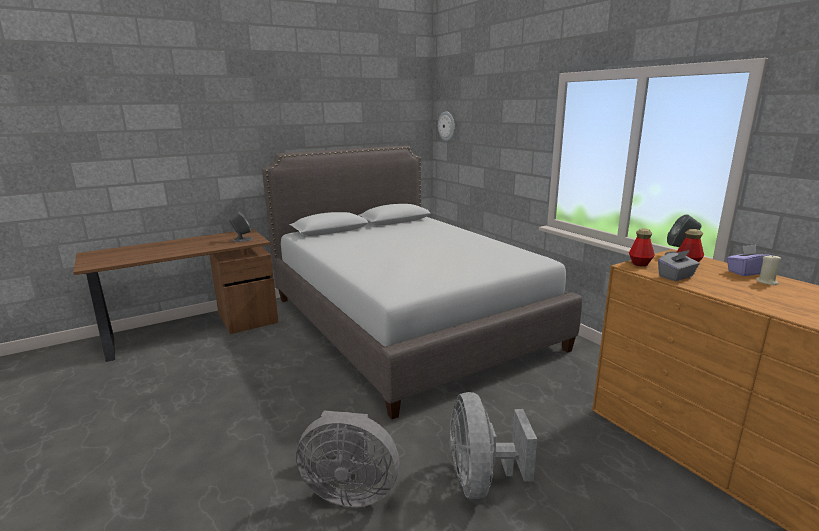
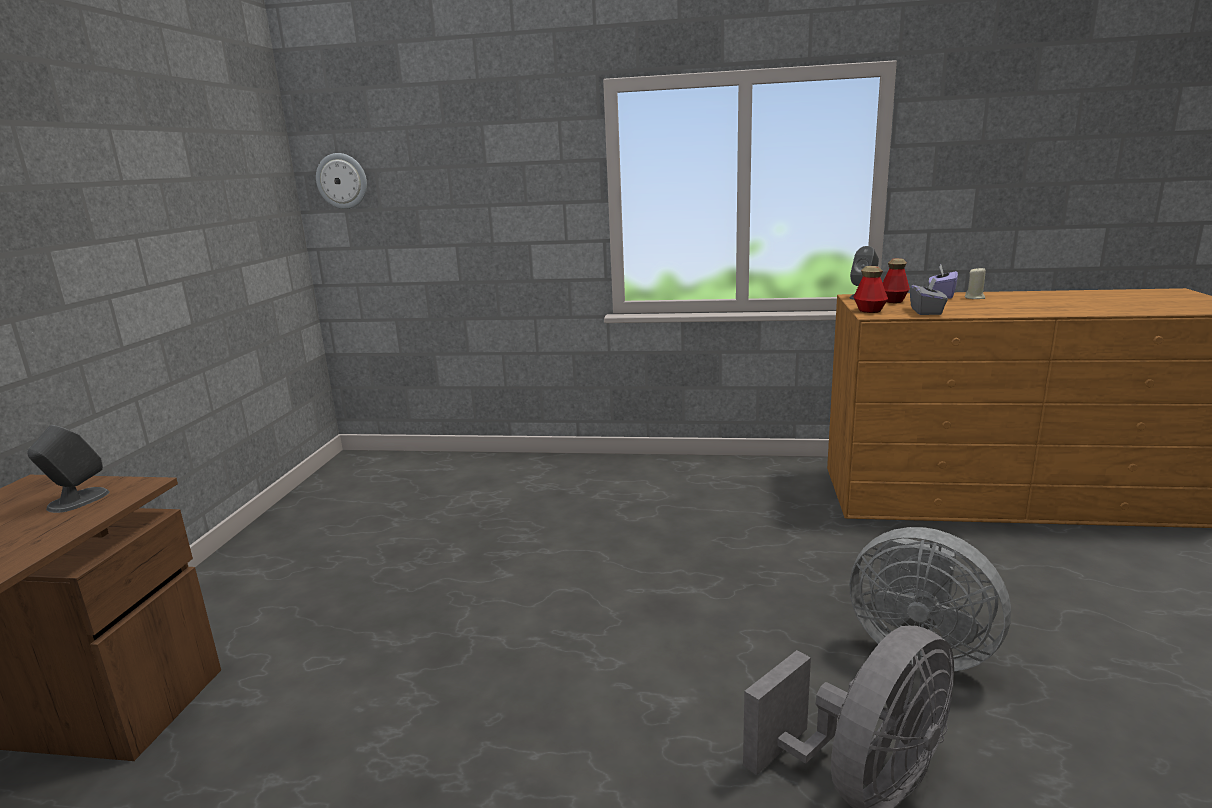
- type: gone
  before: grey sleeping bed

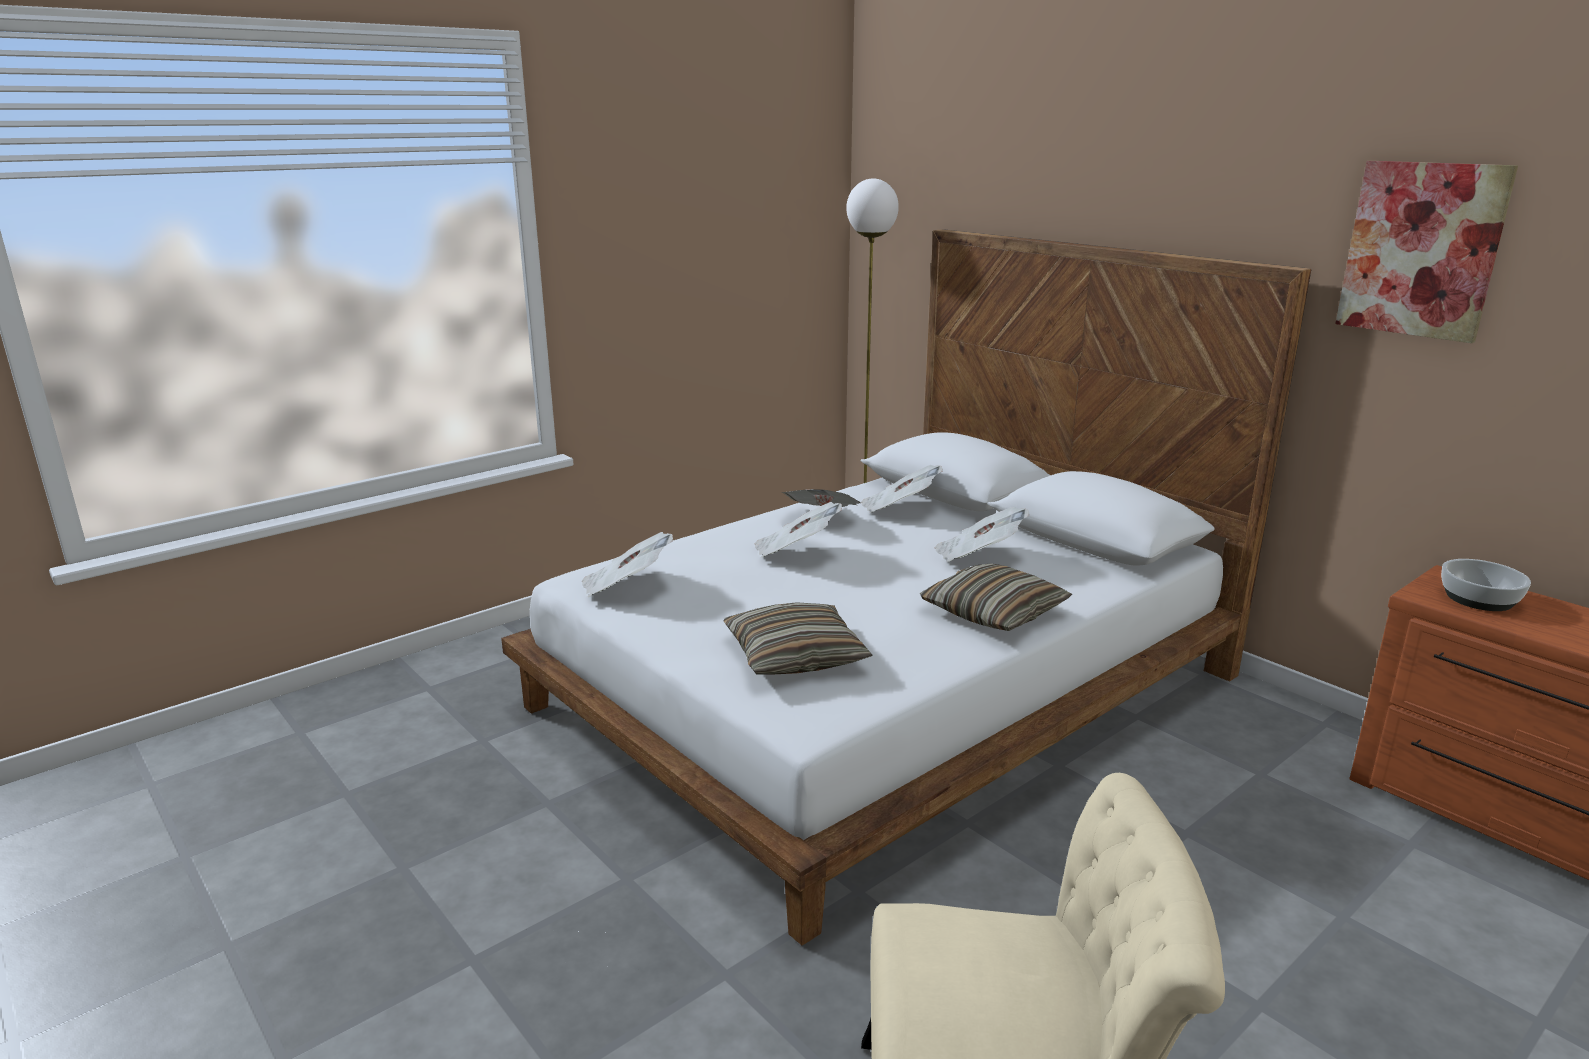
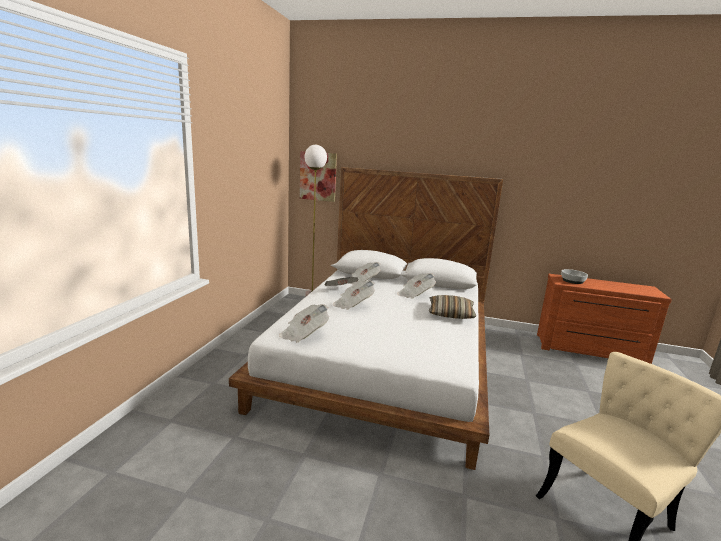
- type: gone
  before: pillow (no. 1 from left)
- type: shifted
  before: wall picture

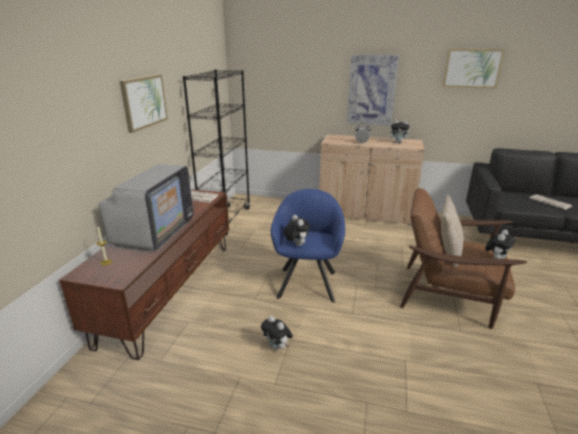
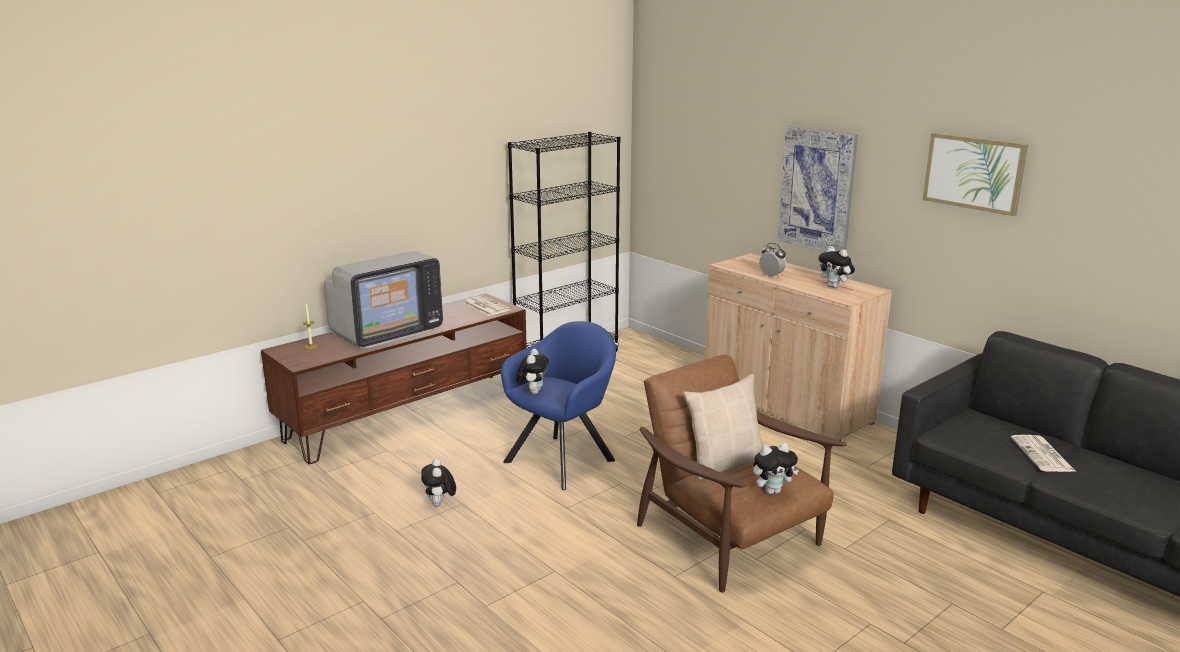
- type: gone
  before: wall picture (no. 1 from left)

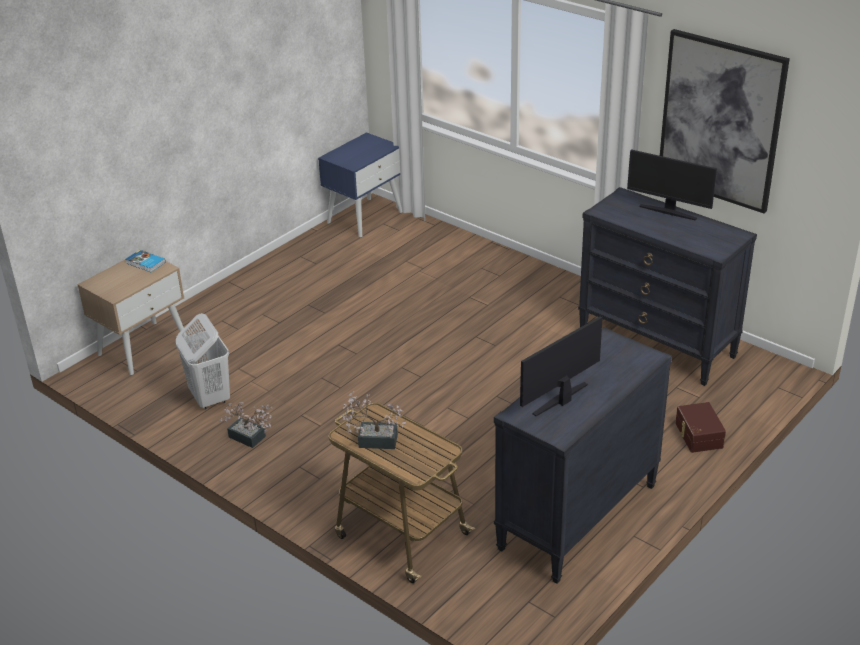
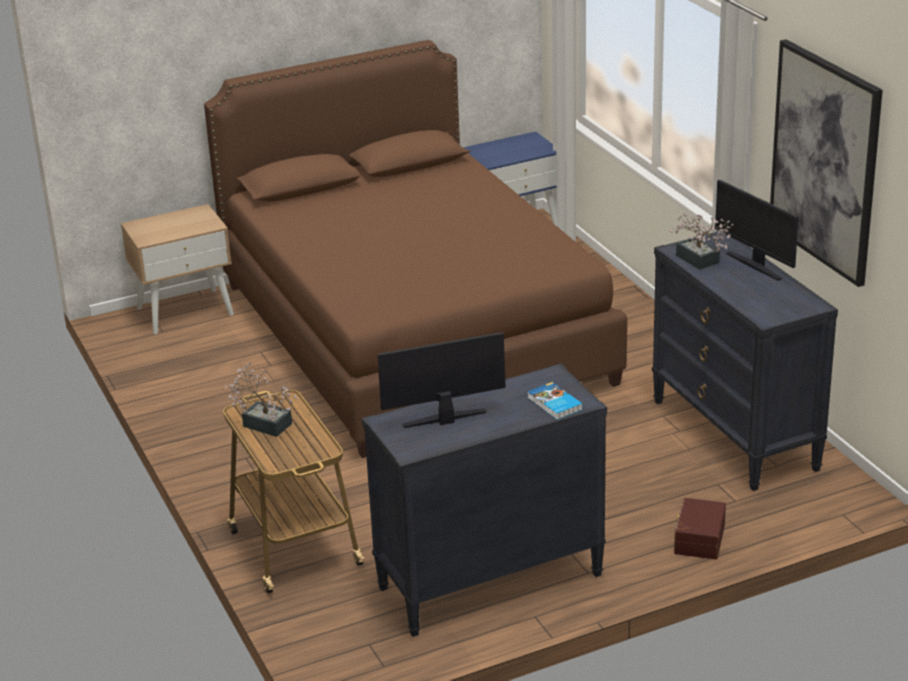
- type: gone
  before: white washing basket
- type: new
  after: brown sleeping bed
- type: shifted
  before: volume
- type: shifted
  before: houseplant (no. 1 from left in the first image)
  after: houseplant (no. 2 from left)

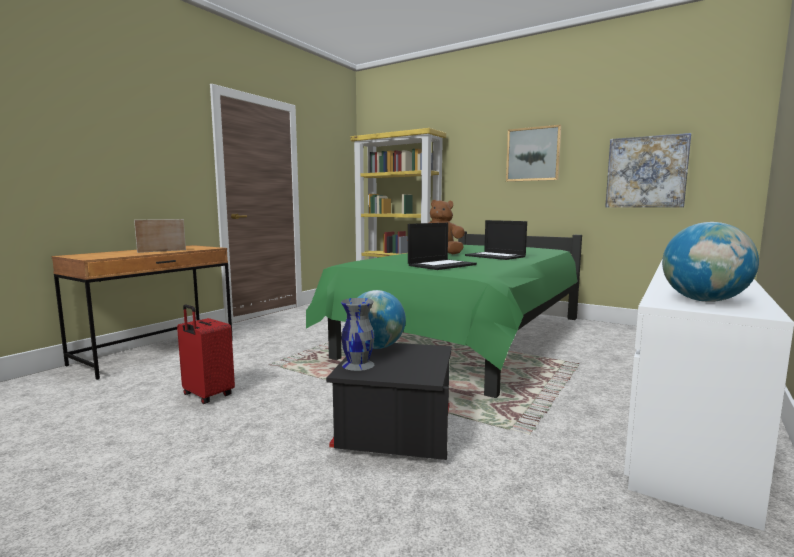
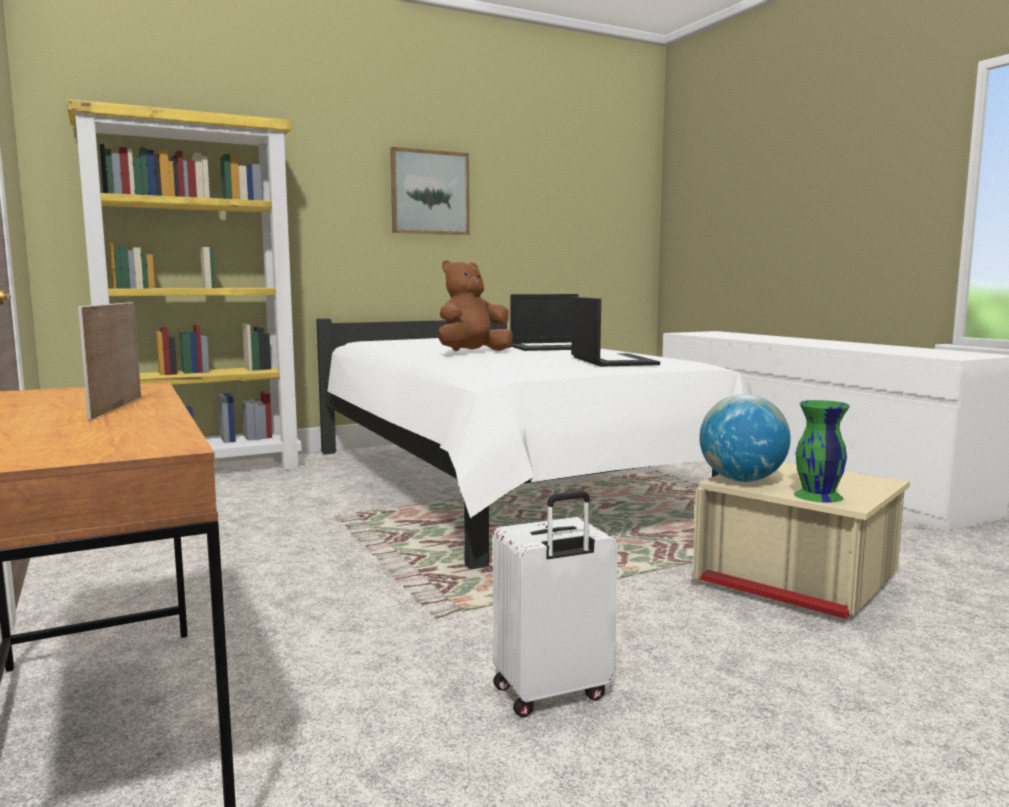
- type: gone
  before: wall picture (no. 2 from left)
- type: gone
  before: globe (no. 2 from left)
- type: repainted
  before: red piece of luggage
  after: white piece of luggage
- type: repainted
  before: green-coloured sleeping bed
  after: white sleeping bed
- type: repainted
  before: blackish storage container
  after: beige storage container
- type: repainted
  before: grey vase
  after: green-coloured vase

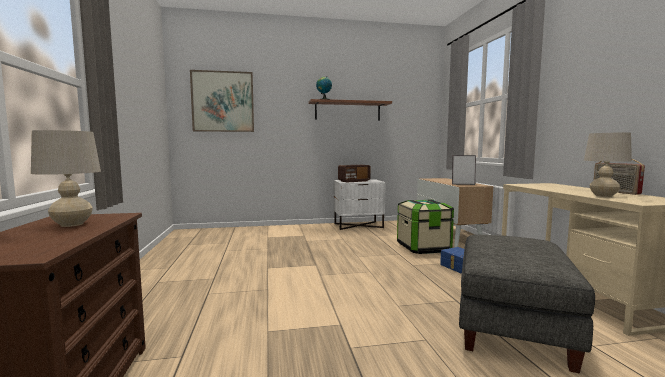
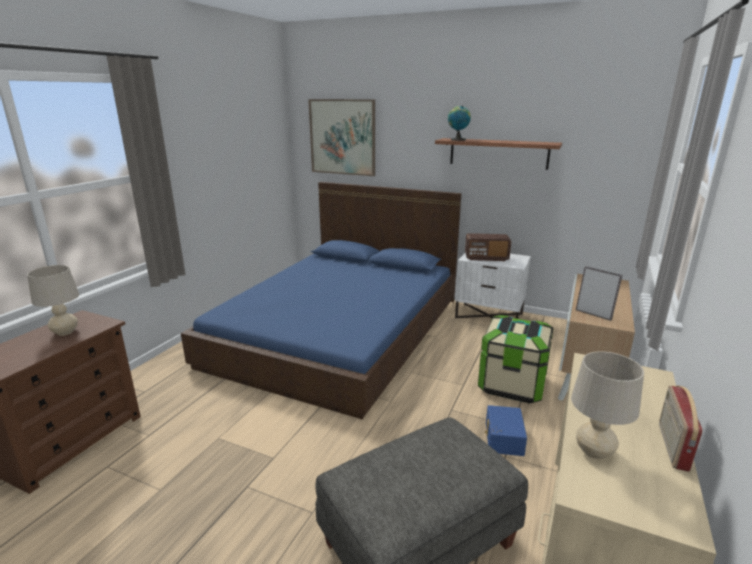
- type: new
  after: blue-coloured sleeping bed

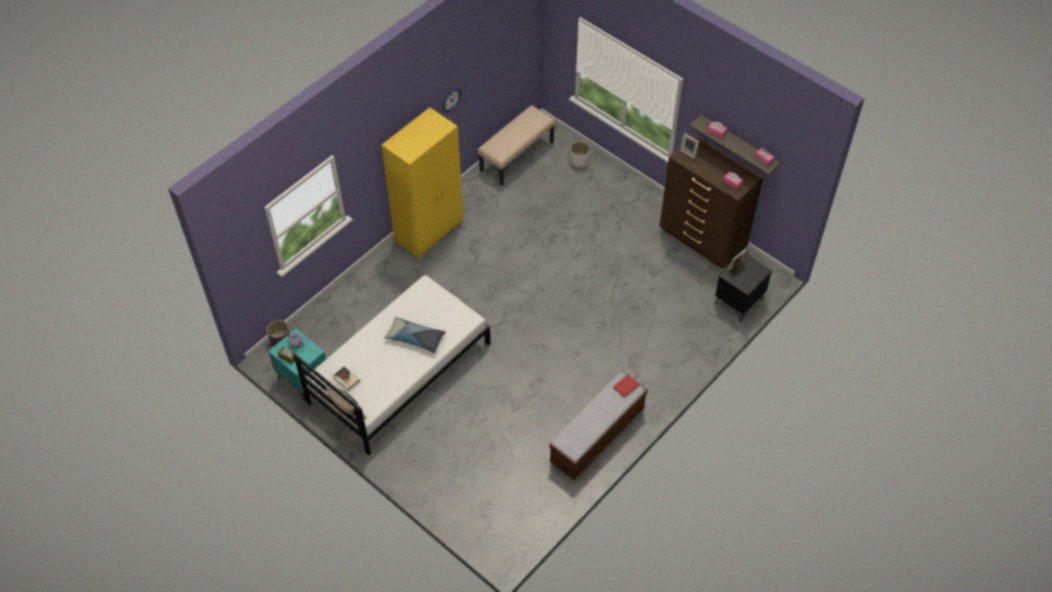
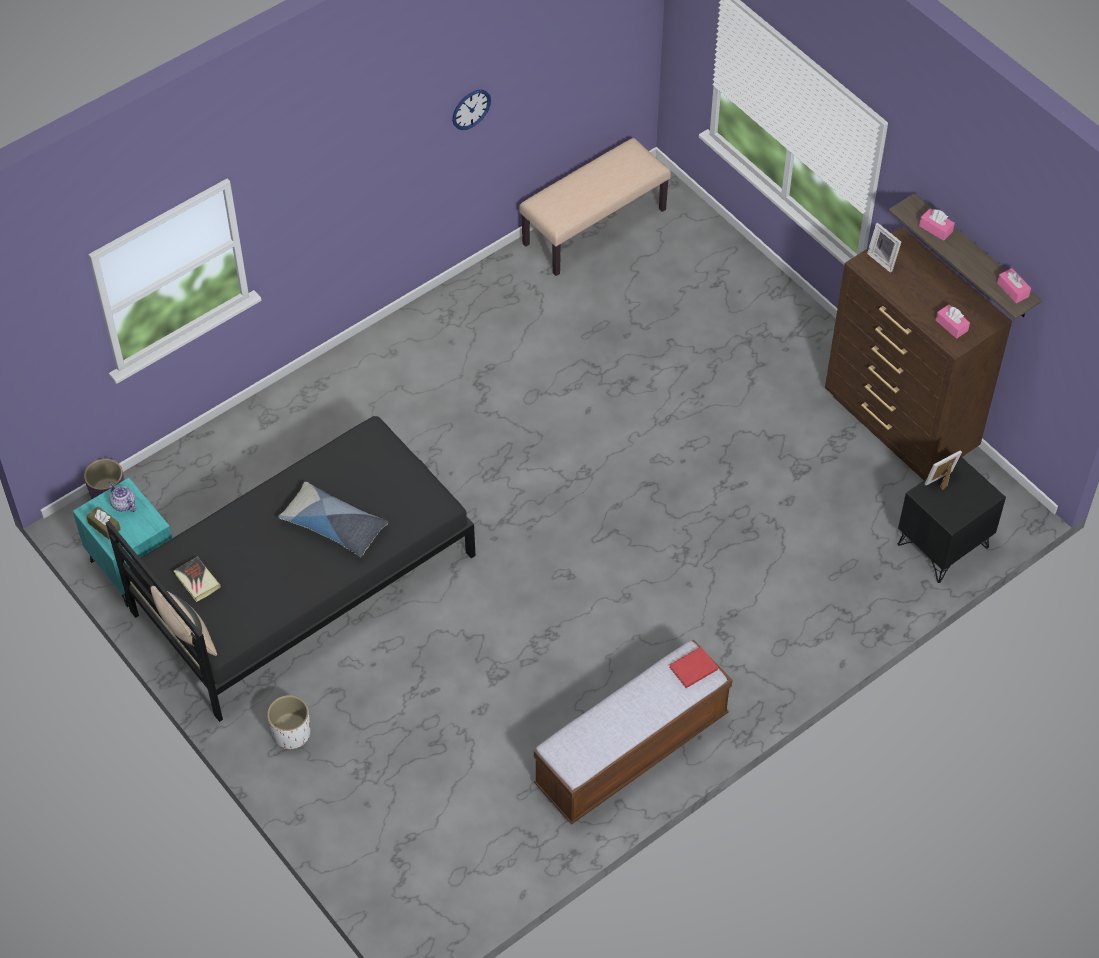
- type: gone
  before: yellowish armoire
- type: shifted
  before: white planter
- type: repainted
  before: white sleeping bed
  after: blackish sleeping bed

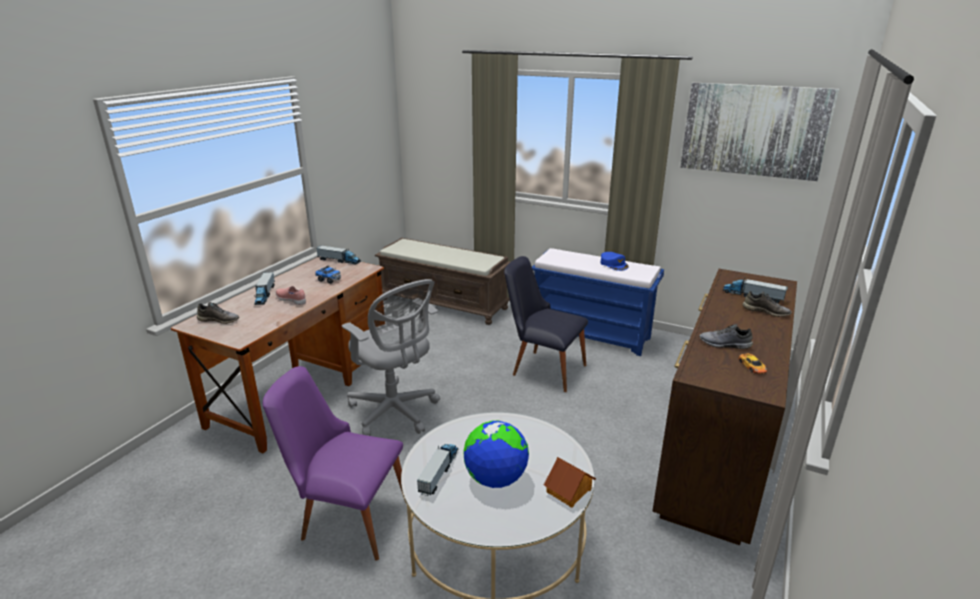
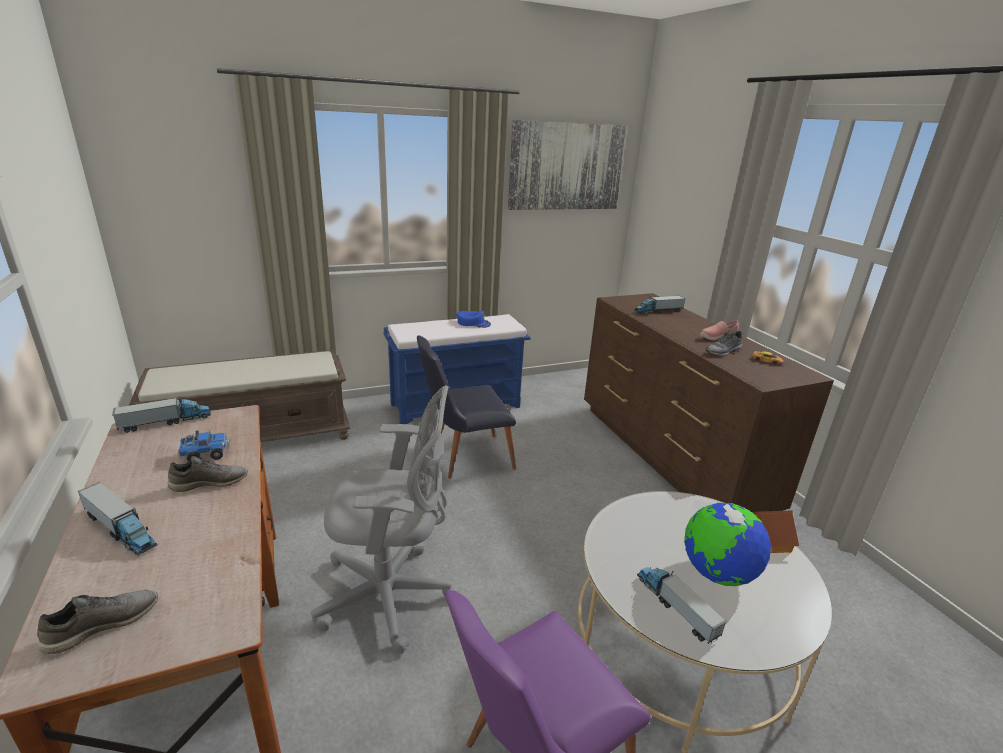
- type: shifted
  before: pink-coloured item of footwear
- type: shifted
  before: grey item of footwear (no. 3 from left in the first image)
  after: grey item of footwear (no. 2 from left)

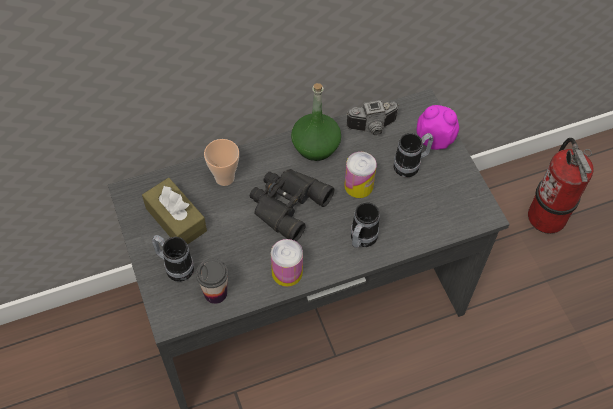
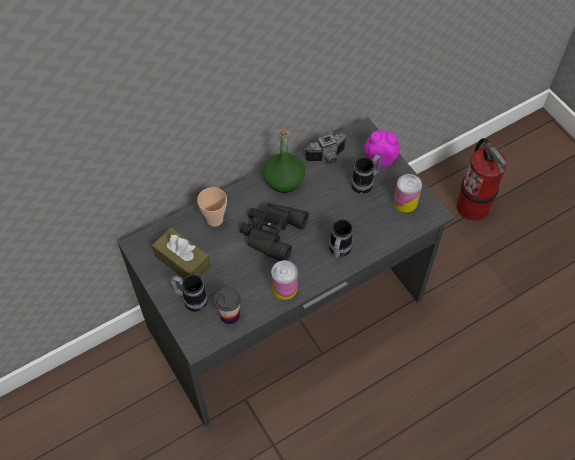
- type: shifted
  before: metal can (no. 2 from left)

